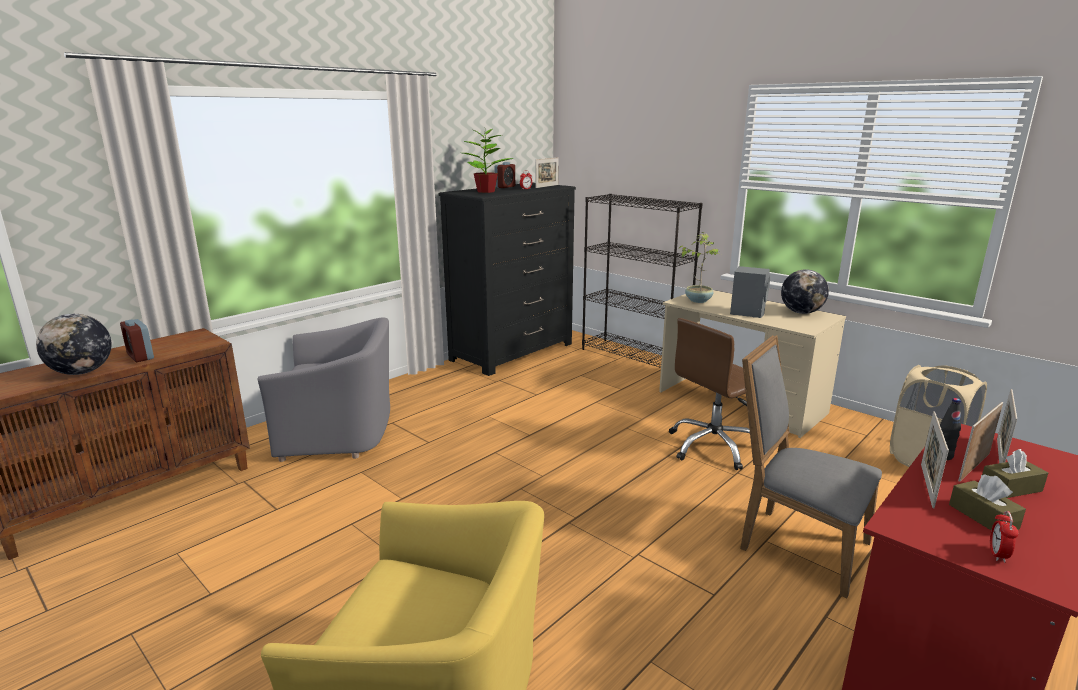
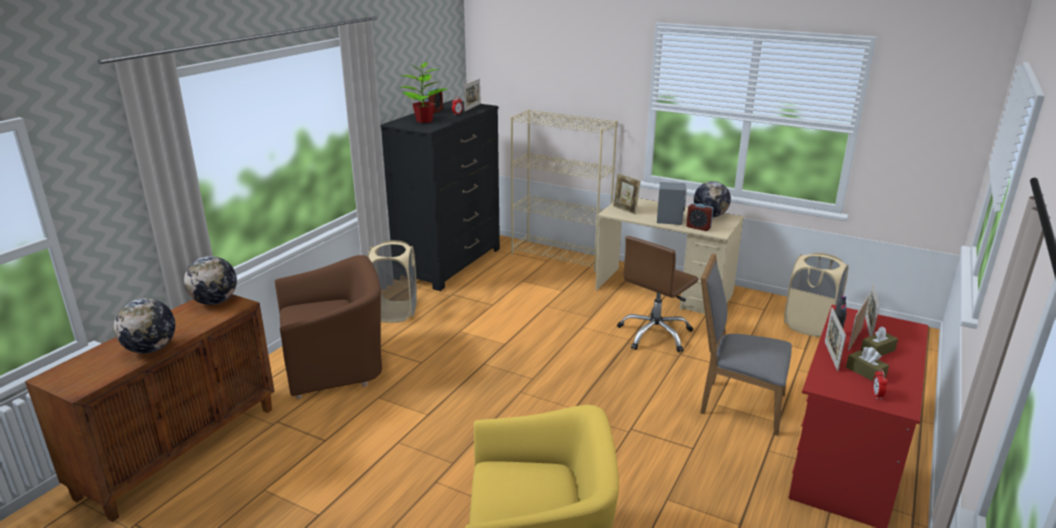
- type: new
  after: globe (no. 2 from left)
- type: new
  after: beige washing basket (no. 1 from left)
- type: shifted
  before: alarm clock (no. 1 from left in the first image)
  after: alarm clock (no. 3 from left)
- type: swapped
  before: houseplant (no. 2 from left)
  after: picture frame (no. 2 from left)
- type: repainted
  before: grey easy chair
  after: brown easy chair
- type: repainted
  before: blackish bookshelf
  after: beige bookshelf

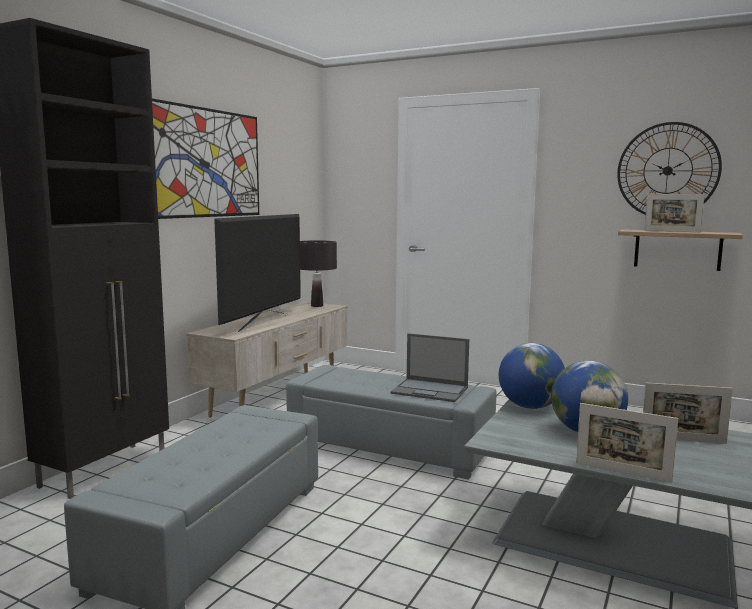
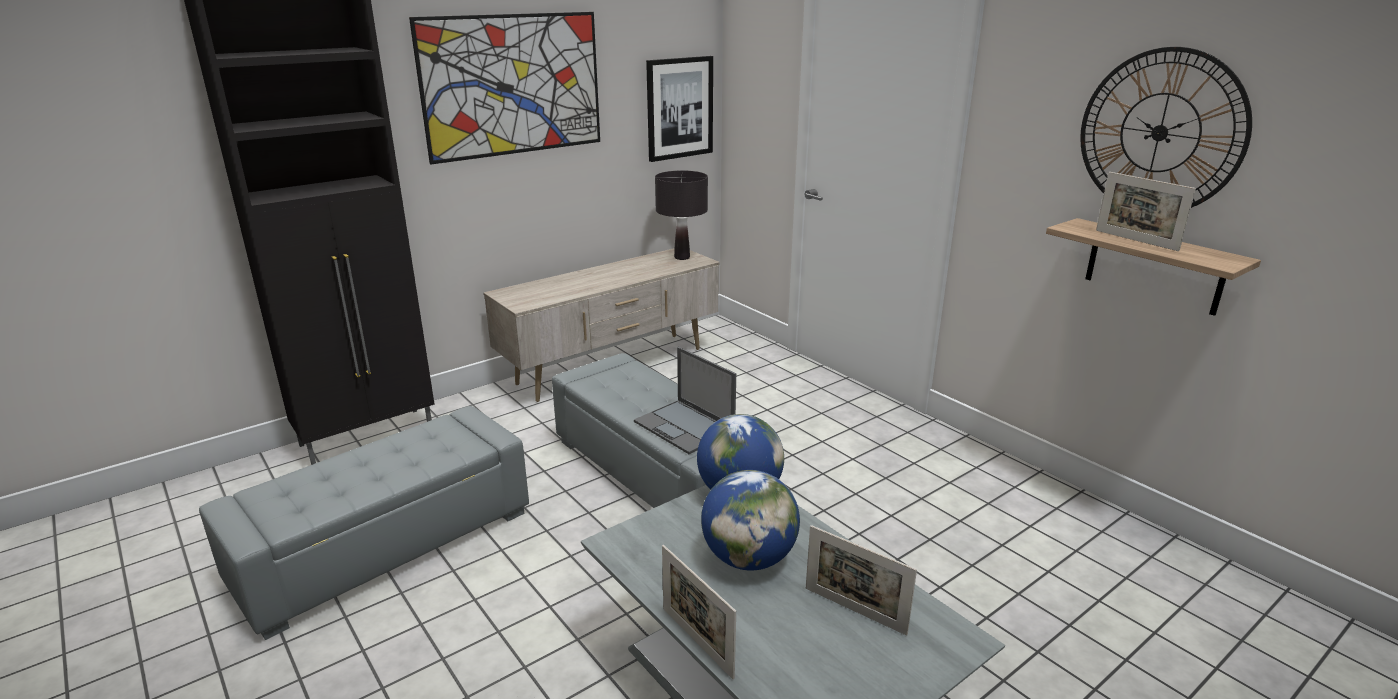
- type: gone
  before: TV set
- type: new
  after: wall picture (no. 2 from left)

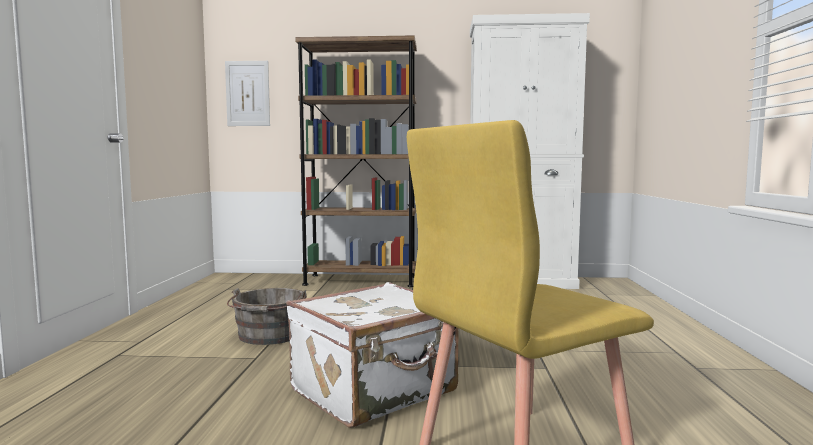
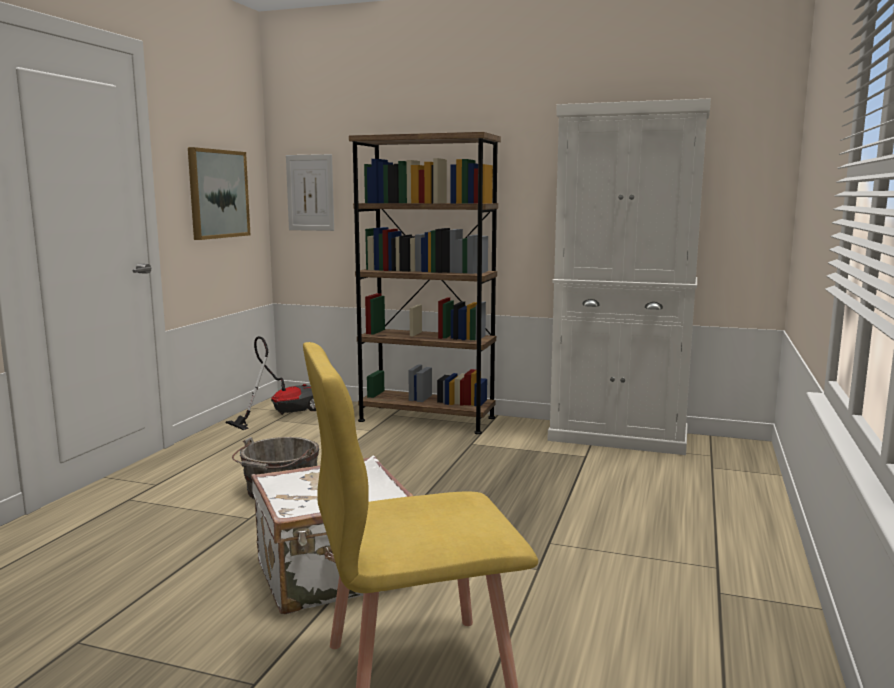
- type: new
  after: wall picture (no. 1 from left)
- type: new
  after: hoover

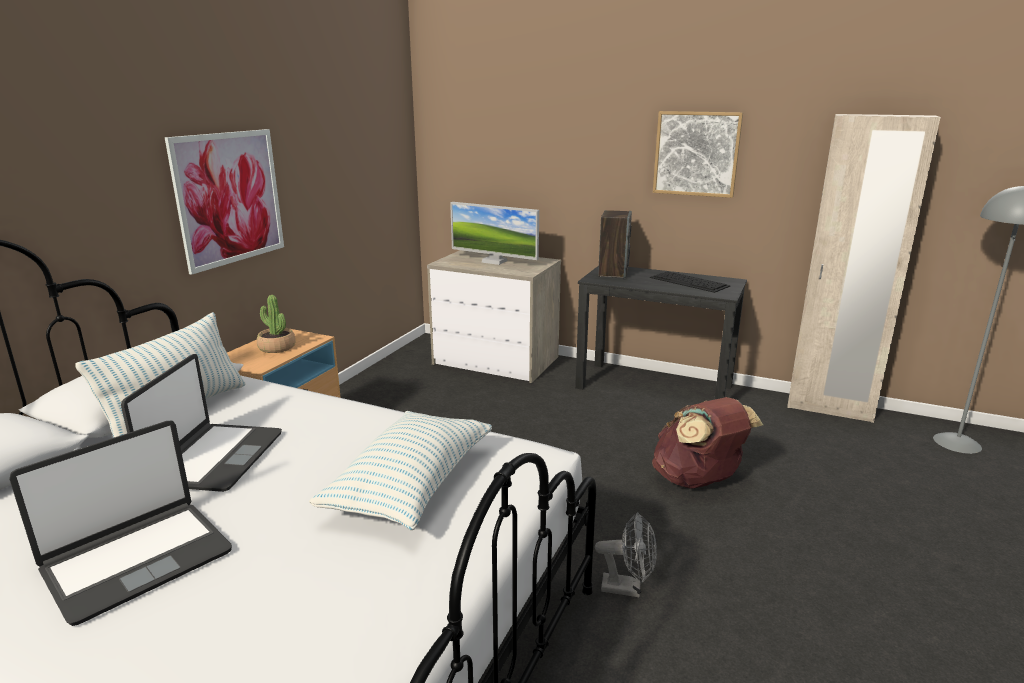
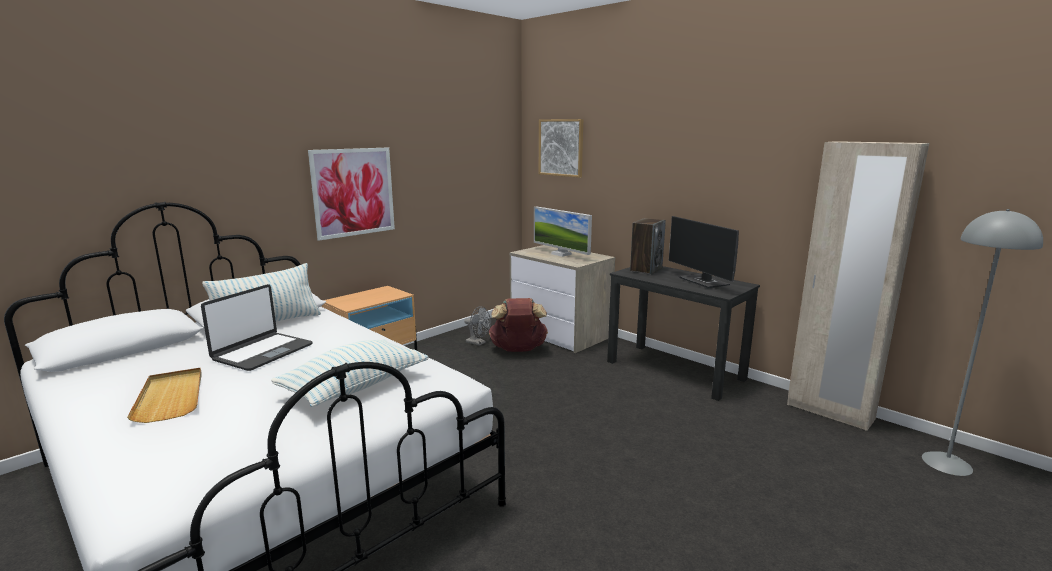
- type: gone
  before: houseplant
- type: shifted
  before: grey fan
- type: shifted
  before: brown rucksack
- type: shifted
  before: wall picture (no. 2 from left)
- type: swapped
  before: laptop (no. 1 from left)
  after: beige serving tray
- type: swapped
  before: PC keyboard
  after: computer display (no. 2 from left)

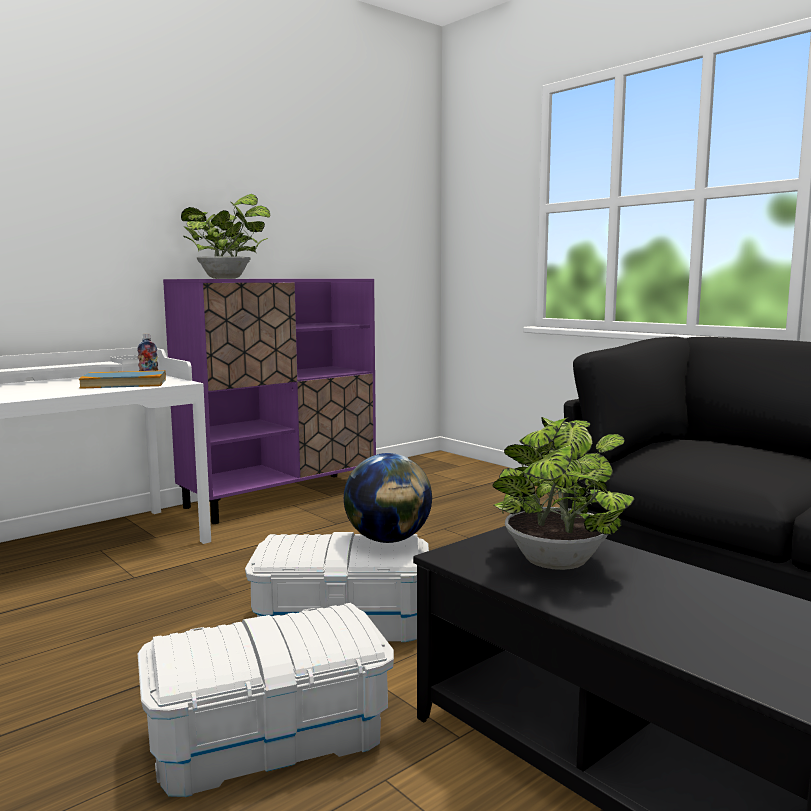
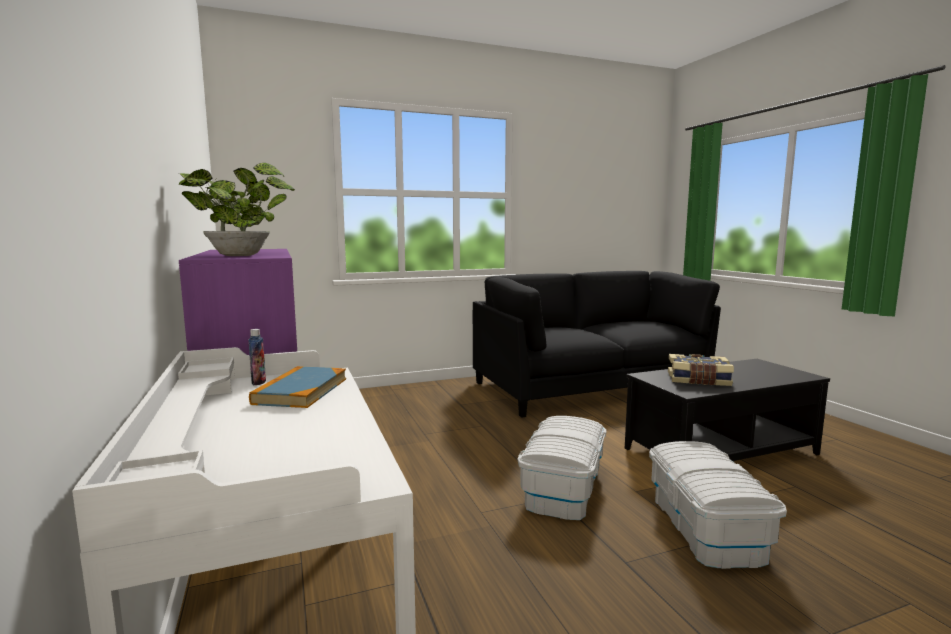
- type: gone
  before: globe
- type: swapped
  before: houseplant (no. 2 from left)
  after: volume (no. 2 from left)

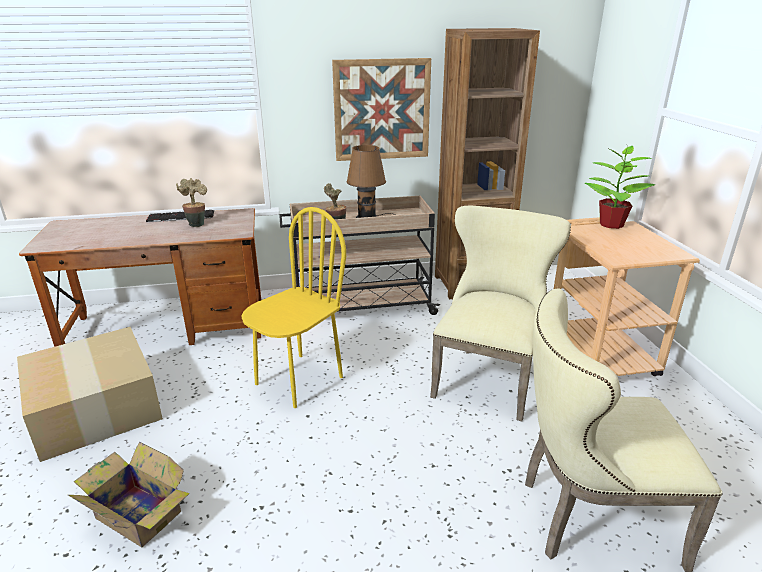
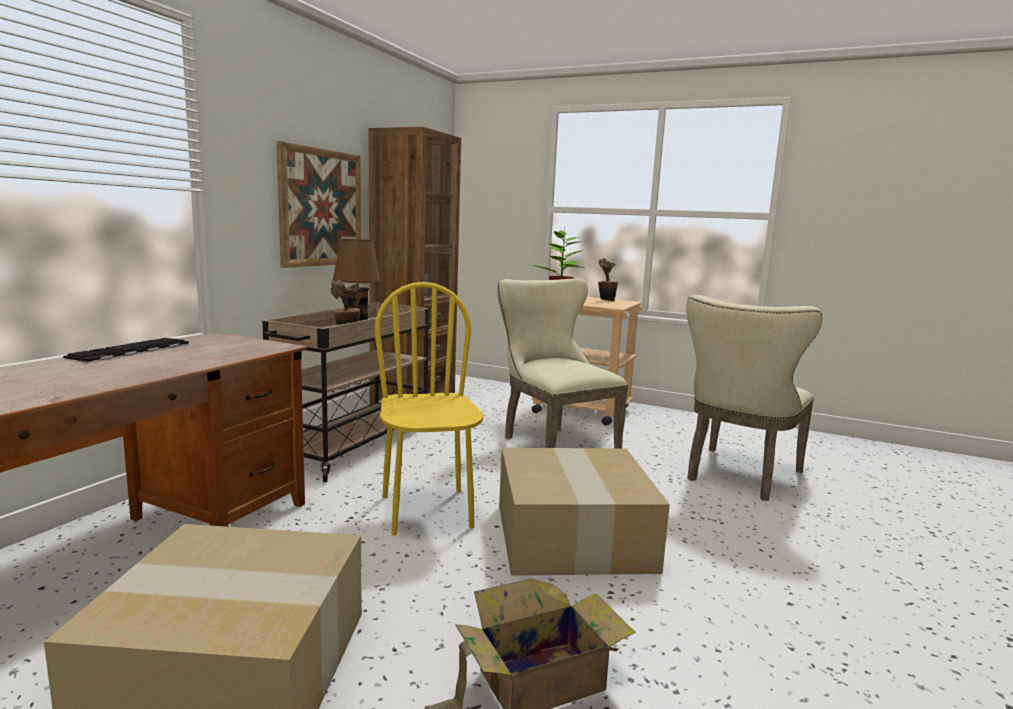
- type: new
  after: carton (no. 3 from left)
- type: shifted
  before: houseplant (no. 1 from left in the first image)
  after: houseplant (no. 3 from left)

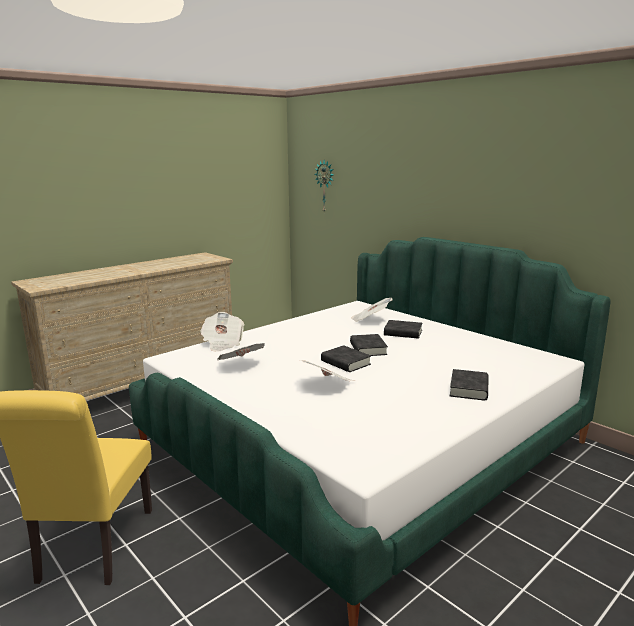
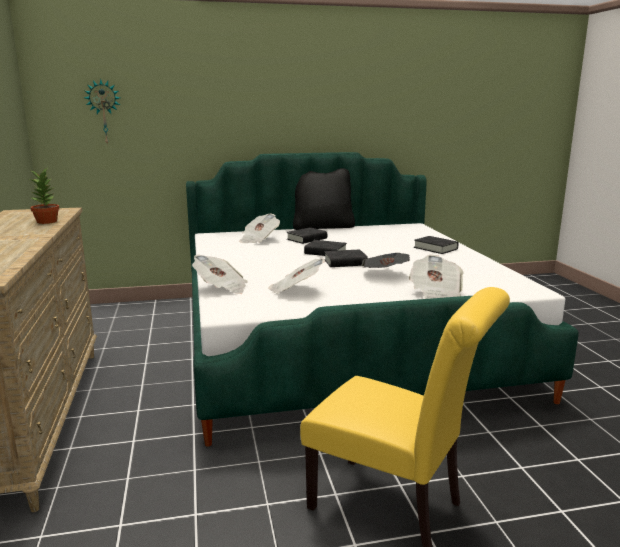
- type: new
  after: houseplant
- type: new
  after: blackish pillow
- type: new
  after: daily paper (no. 5 from left)

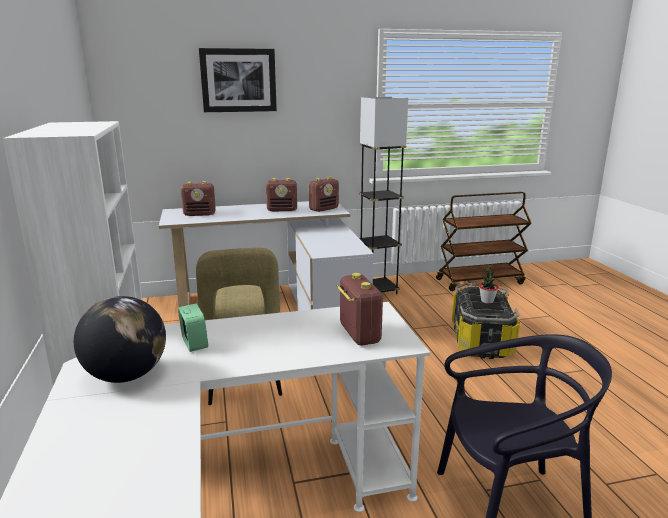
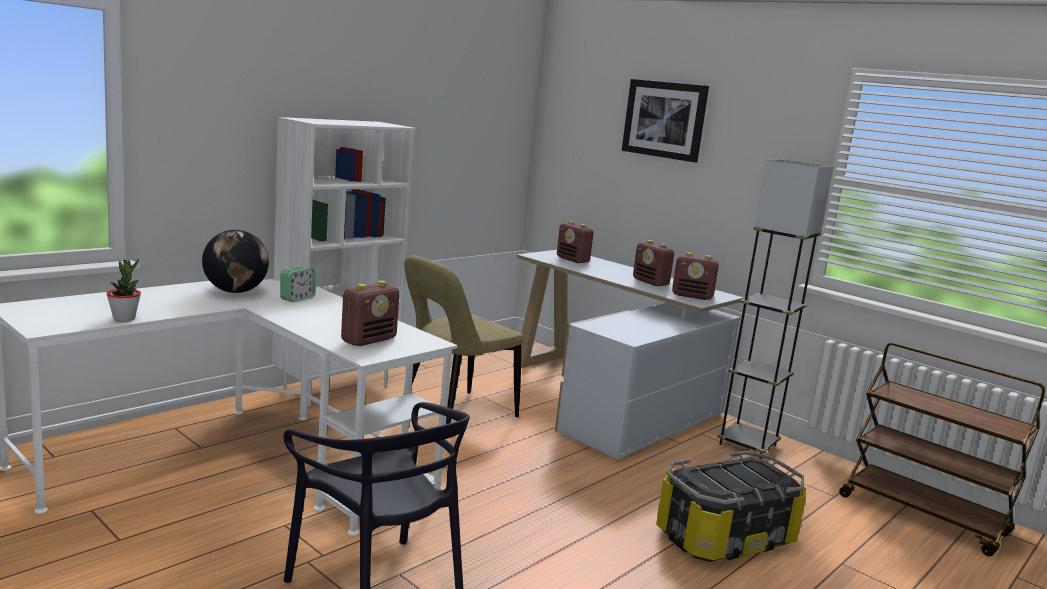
- type: shifted
  before: houseplant

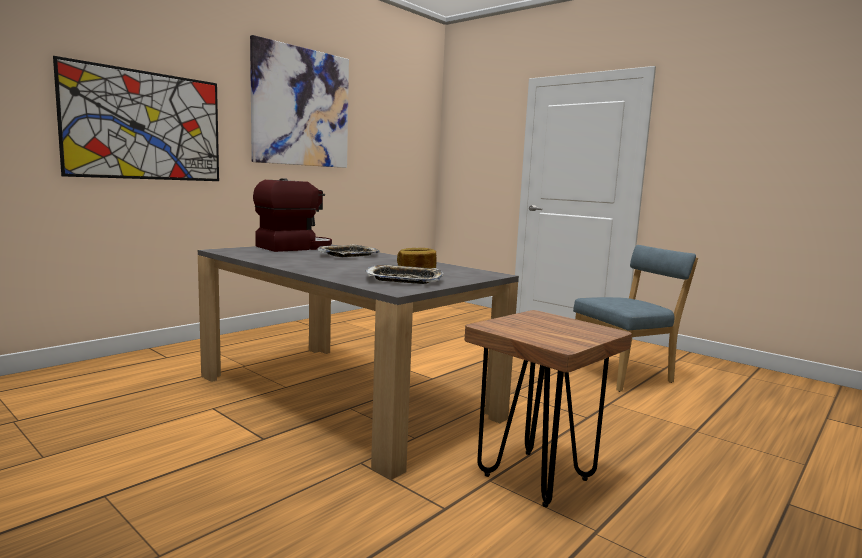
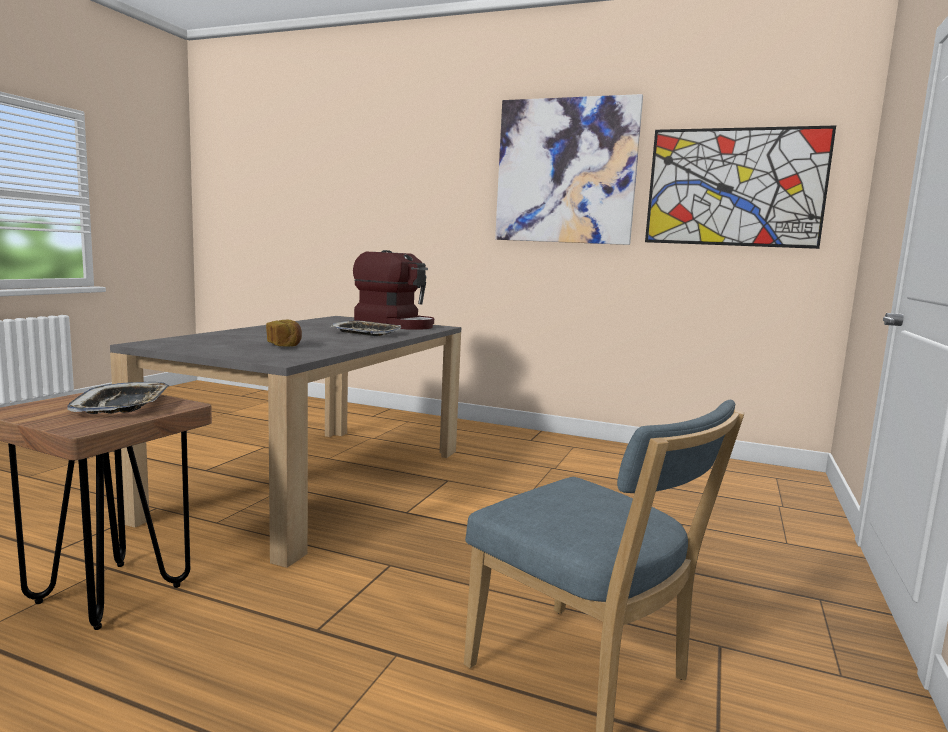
- type: shifted
  before: wall picture (no. 1 from left in the first image)
  after: wall picture (no. 2 from left)
- type: shifted
  before: serving tray (no. 2 from left in the first image)
  after: serving tray (no. 1 from left)

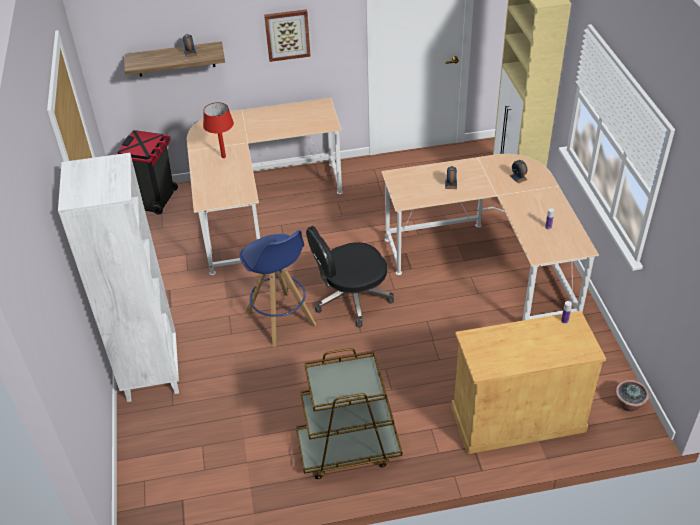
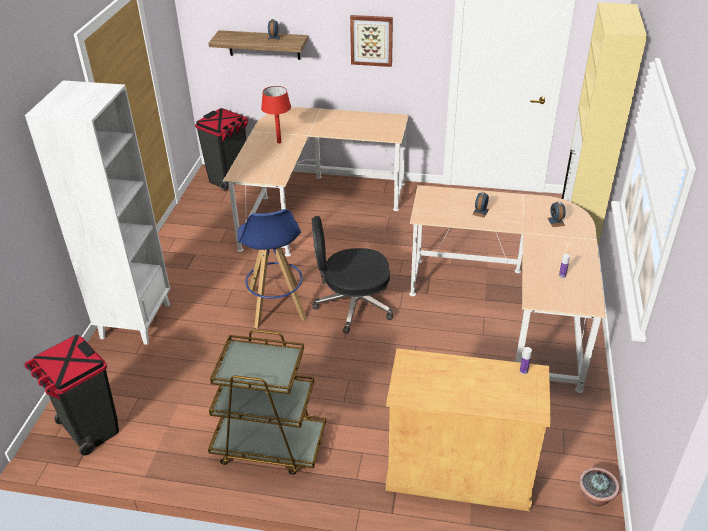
- type: new
  after: blackish trash can (no. 1 from left)

